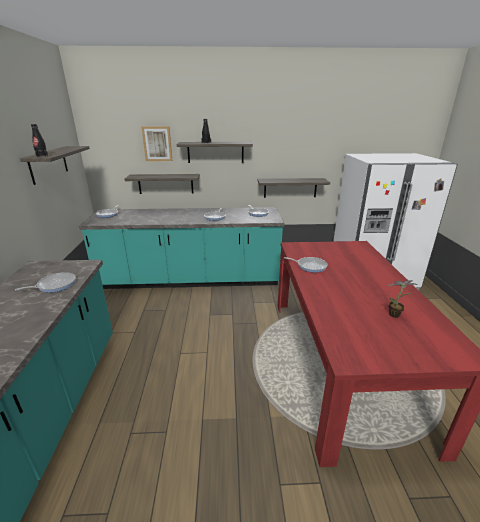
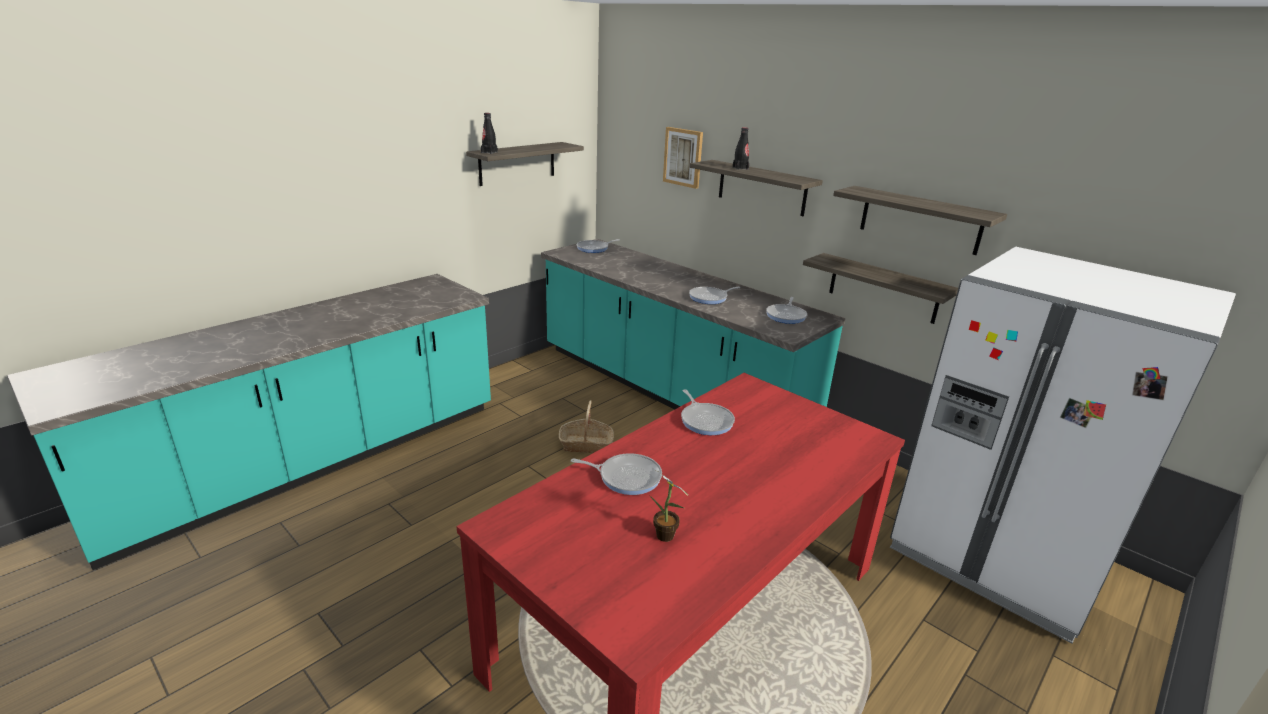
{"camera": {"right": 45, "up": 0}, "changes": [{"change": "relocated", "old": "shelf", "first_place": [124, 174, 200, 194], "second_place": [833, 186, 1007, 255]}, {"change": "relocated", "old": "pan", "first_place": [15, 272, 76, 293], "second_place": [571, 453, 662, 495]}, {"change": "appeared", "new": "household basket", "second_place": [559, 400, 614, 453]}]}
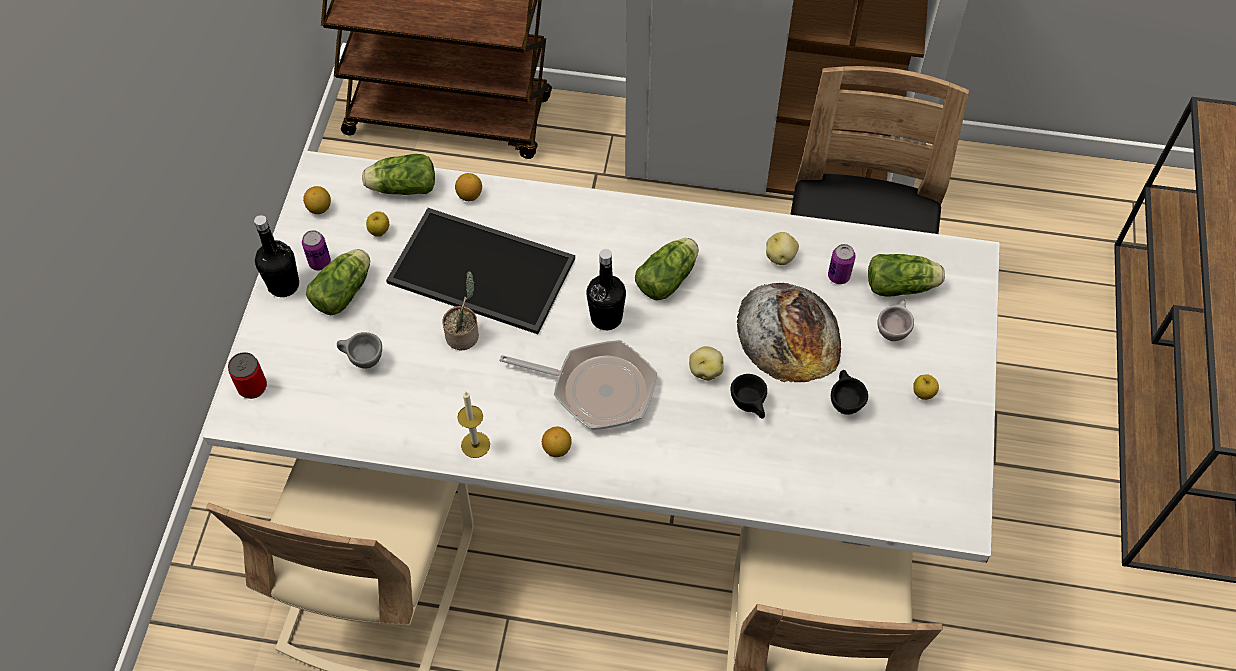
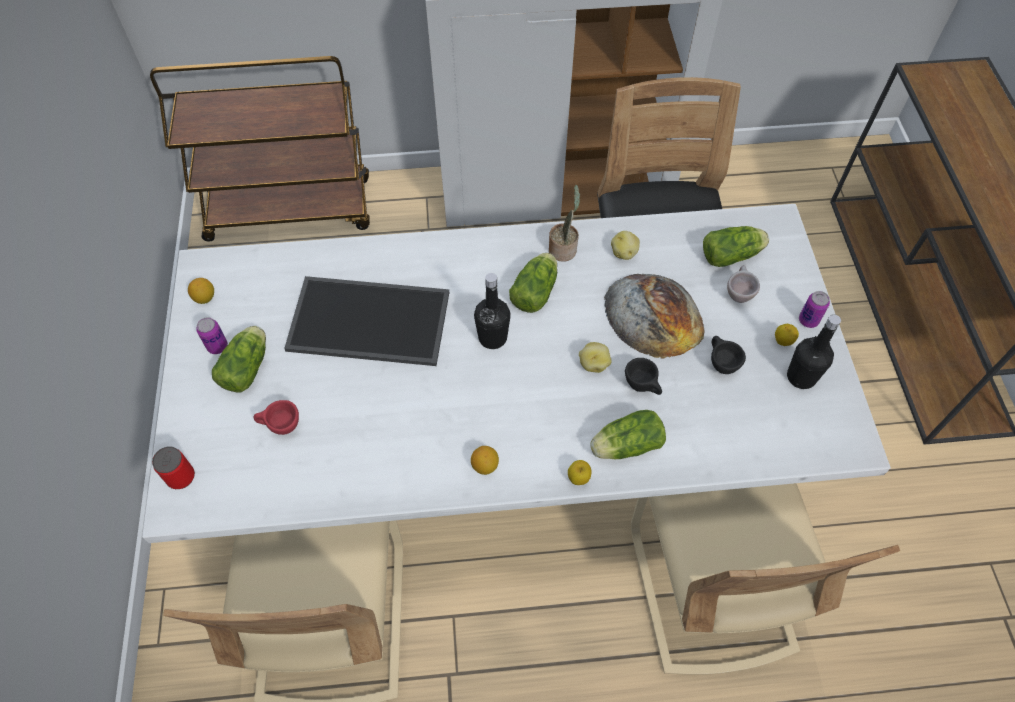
{"camera": {"right": -15, "up": 0}, "changes": [{"change": "relocated", "old": "lettuce", "first_place": [362, 154, 435, 195], "second_place": [590, 410, 666, 459]}, {"change": "missing", "old": "citrus fruit", "first_place": [455, 173, 482, 201]}, {"change": "relocated", "old": "whole apple", "first_place": [366, 211, 389, 237], "second_place": [568, 460, 592, 485]}, {"change": "relocated", "old": "black drink bottle", "first_place": [254, 215, 299, 297], "second_place": [787, 314, 841, 389]}, {"change": "relocated", "old": "metal can", "first_place": [828, 244, 856, 284], "second_place": [799, 291, 830, 328]}, {"change": "relocated", "old": "potted plant", "first_place": [442, 271, 479, 351], "second_place": [549, 185, 580, 261]}, {"change": "colour", "old": "grey small cup", "new": "red small cup", "first_place": [337, 332, 382, 369], "second_place": [254, 400, 299, 435]}, {"change": "missing", "old": "pan", "first_place": [499, 340, 657, 430]}, {"change": "missing", "old": "wax candle", "first_place": [457, 391, 490, 458]}]}
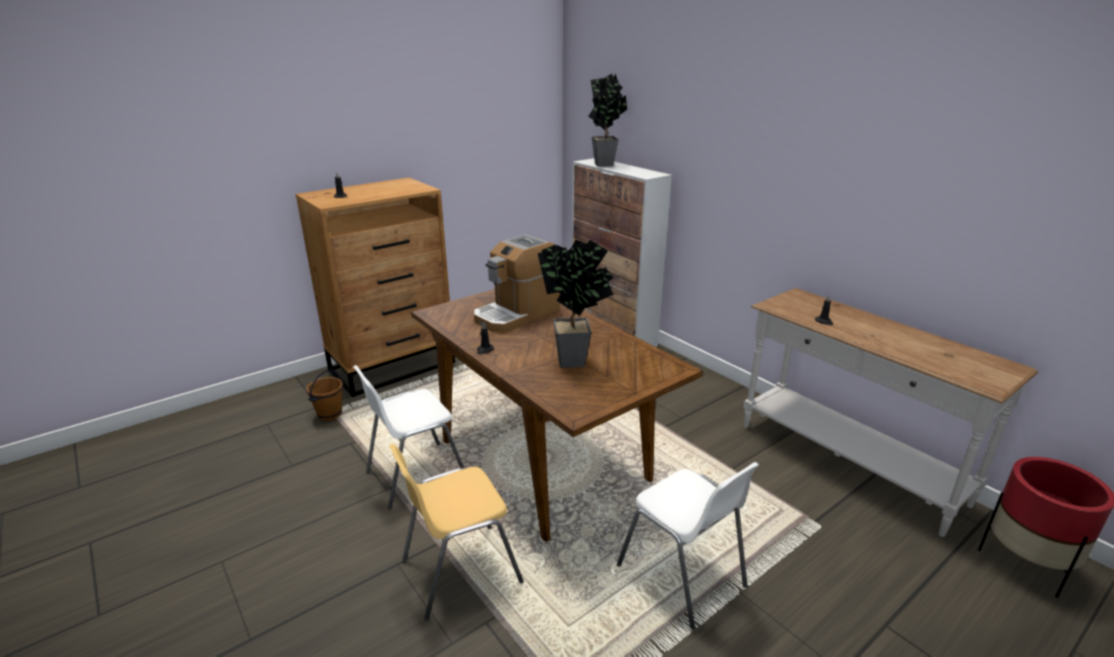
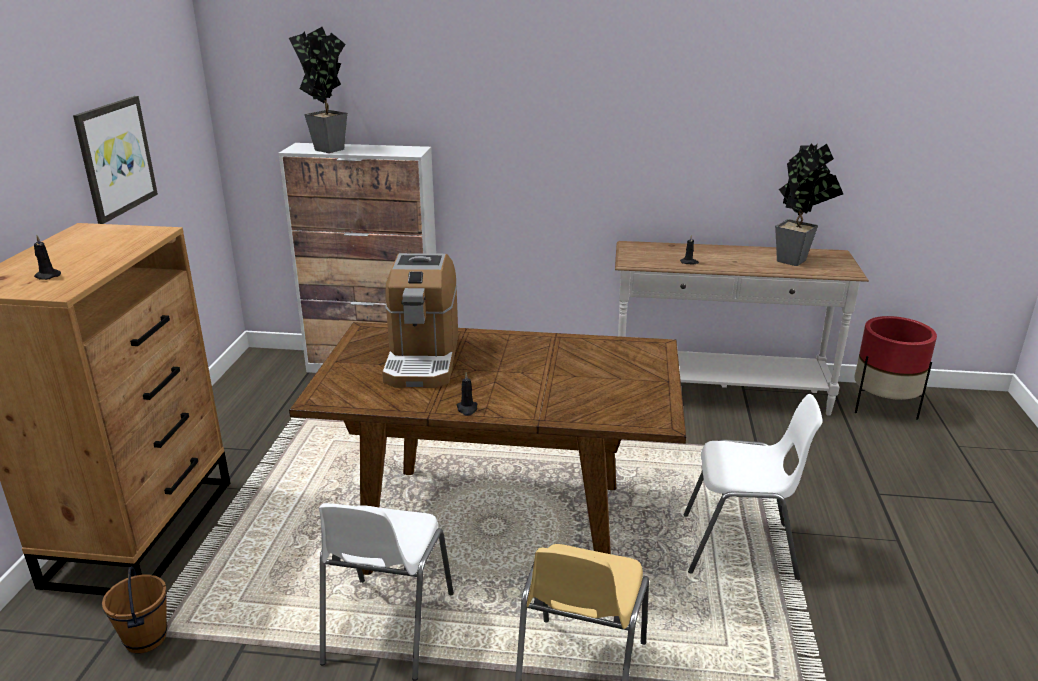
{"camera": {"right": -45, "up": 0}, "changes": [{"change": "relocated", "old": "potted plant", "first_place": [538, 240, 614, 368], "second_place": [775, 143, 843, 266]}, {"change": "appeared", "new": "wall picture", "second_place": [73, 96, 158, 224]}]}
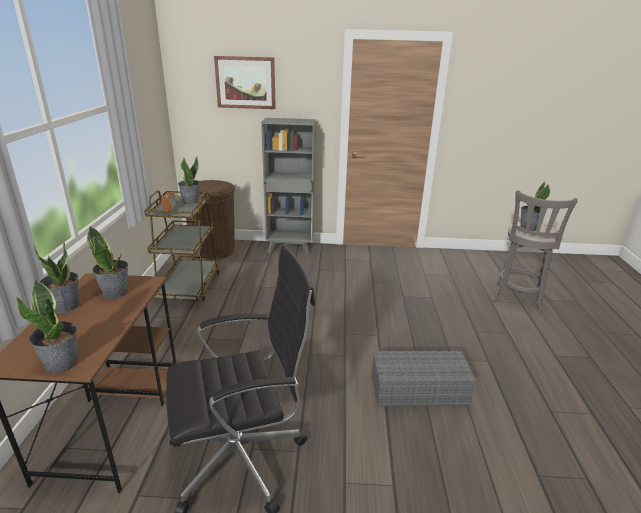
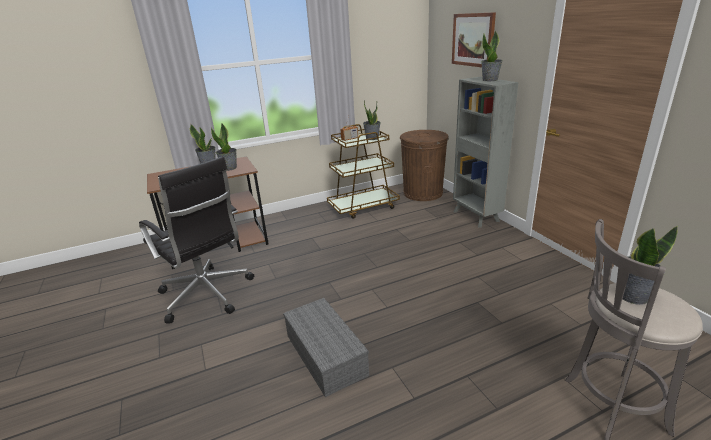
{"camera": {"right": 65, "up": 0}, "changes": [{"change": "relocated", "old": "potted plant", "first_place": [16, 278, 78, 374], "second_place": [481, 30, 503, 81]}]}
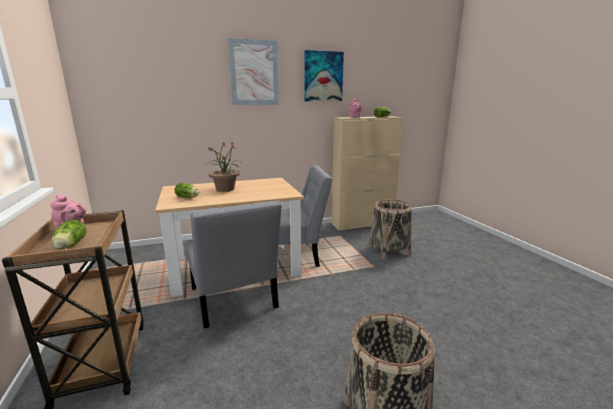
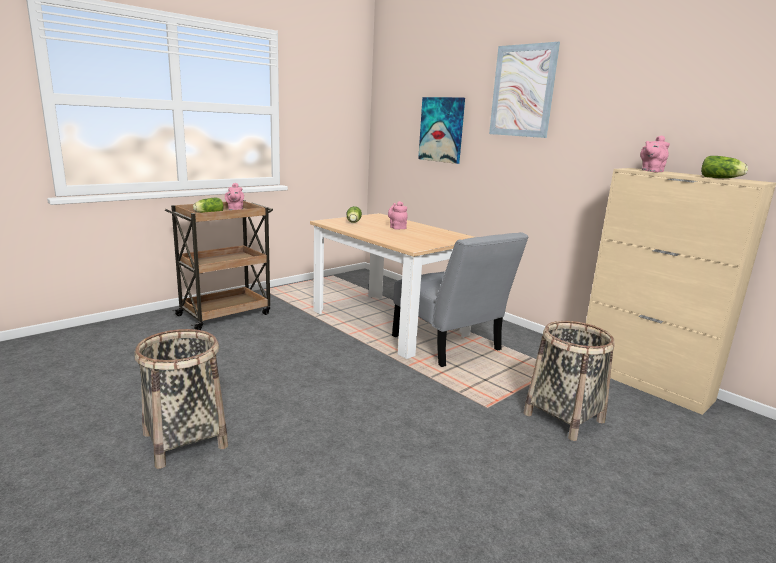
{"camera": {"right": 65, "up": 0}, "changes": [{"change": "relocated", "old": "wall picture", "first_place": [304, 50, 344, 102], "second_place": [418, 97, 465, 164]}, {"change": "exchanged", "old": "potted plant", "new": "pink-coloured teapot", "first_place": [206, 142, 241, 192], "second_place": [388, 201, 408, 230]}, {"change": "missing", "old": "grey chair", "first_place": [185, 200, 282, 329]}]}
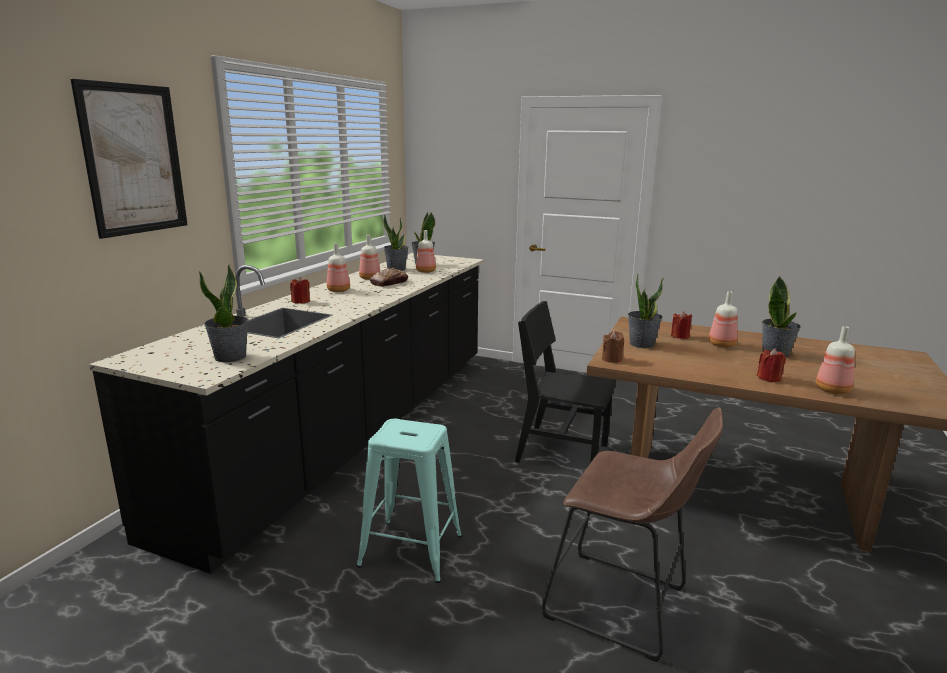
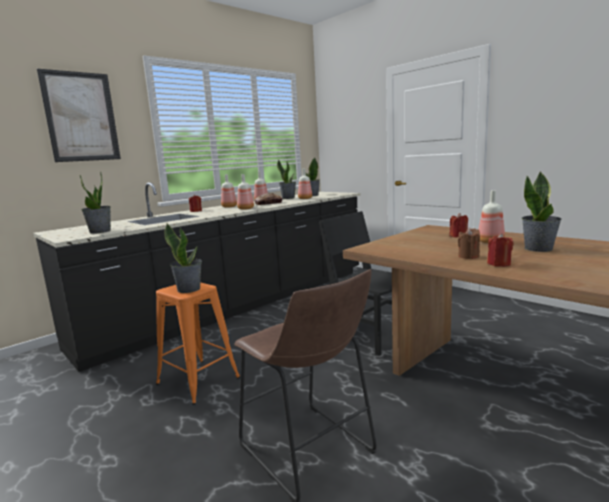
{"camera": {"right": 25, "up": -5}, "changes": [{"change": "relocated", "old": "potted plant", "first_place": [628, 274, 663, 348], "second_place": [164, 224, 202, 293]}, {"change": "relocated", "old": "drink bottle", "first_place": [816, 326, 855, 394], "second_place": [237, 174, 254, 210]}, {"change": "relocated", "old": "brownish wax candle", "first_place": [602, 331, 624, 363], "second_place": [458, 228, 480, 259]}, {"change": "colour", "old": "turquoise stool seat", "new": "orange-coloured stool seat", "first_place": [356, 419, 462, 583], "second_place": [156, 282, 240, 405]}]}
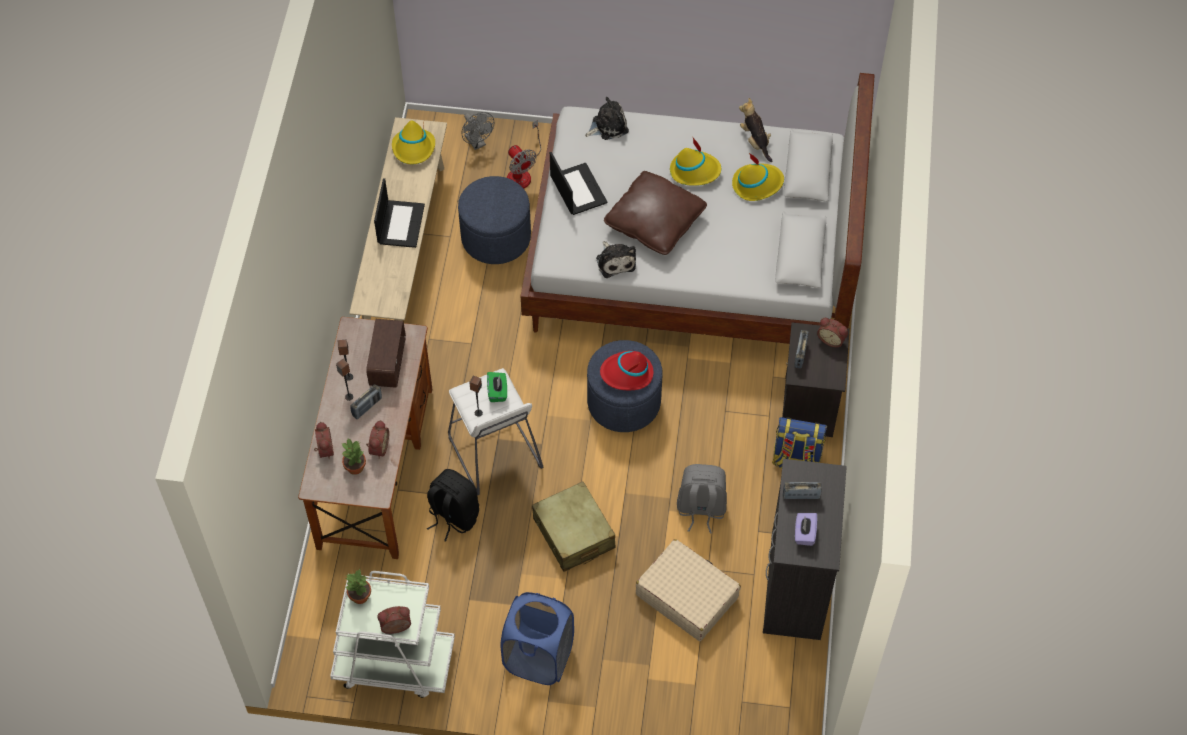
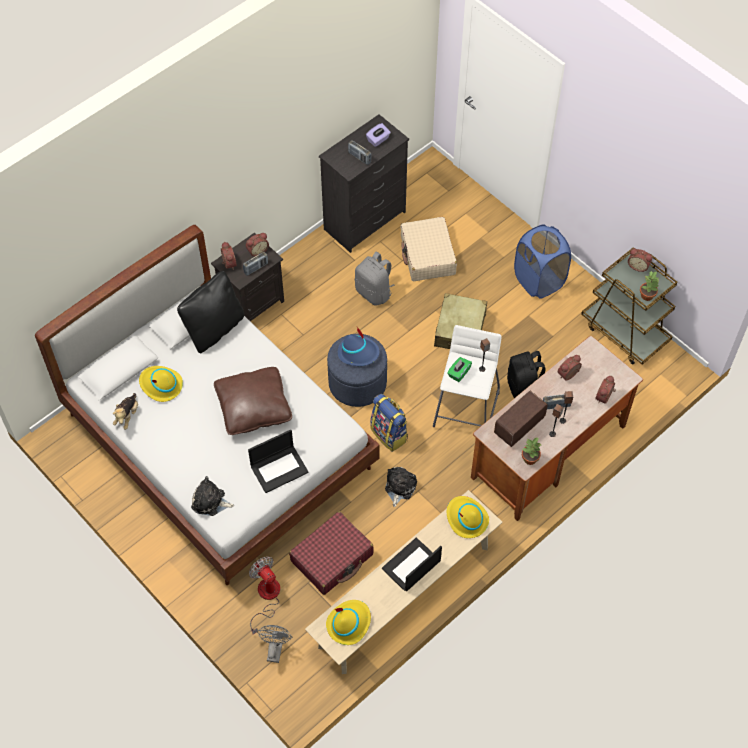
{"camera": {"right": -140, "up": 0}, "changes": [{"change": "spun", "old": "electric fan", "first_place": [507, 120, 541, 189], "second_place": [249, 557, 280, 635], "degrees": -45}, {"change": "relocated", "old": "yellowish wearable hat", "first_place": [670, 138, 721, 186], "second_place": [447, 496, 489, 538]}, {"change": "spun", "old": "portable computer", "first_place": [550, 152, 607, 215], "second_place": [248, 430, 309, 493], "degrees": -135}, {"change": "exchanged", "old": "bluish pouffe", "new": "red suitcase", "first_place": [458, 176, 531, 264], "second_place": [289, 511, 374, 595]}, {"change": "relocated", "old": "soft toy", "first_place": [596, 241, 636, 278], "second_place": [385, 467, 417, 507]}, {"change": "colour", "old": "red wearable hat", "new": "bluish wearable hat", "first_place": [600, 351, 653, 390], "second_place": [338, 327, 380, 366]}, {"change": "relocated", "old": "rucksack", "first_place": [772, 417, 827, 469], "second_place": [370, 394, 408, 452]}, {"change": "relocated", "old": "potted plant", "first_place": [341, 439, 366, 475], "second_place": [522, 438, 541, 465]}, {"change": "colour", "old": "white trolley", "new": "brownish trolley", "first_place": [330, 571, 455, 698], "second_place": [581, 247, 677, 365]}, {"change": "appeared", "new": "alarm clock", "second_place": [246, 233, 269, 256]}, {"change": "appeared", "new": "black pillow", "second_place": [177, 271, 244, 353]}]}
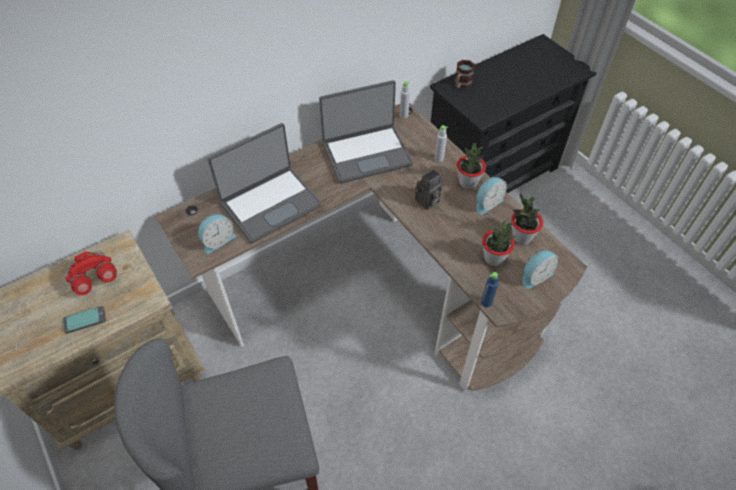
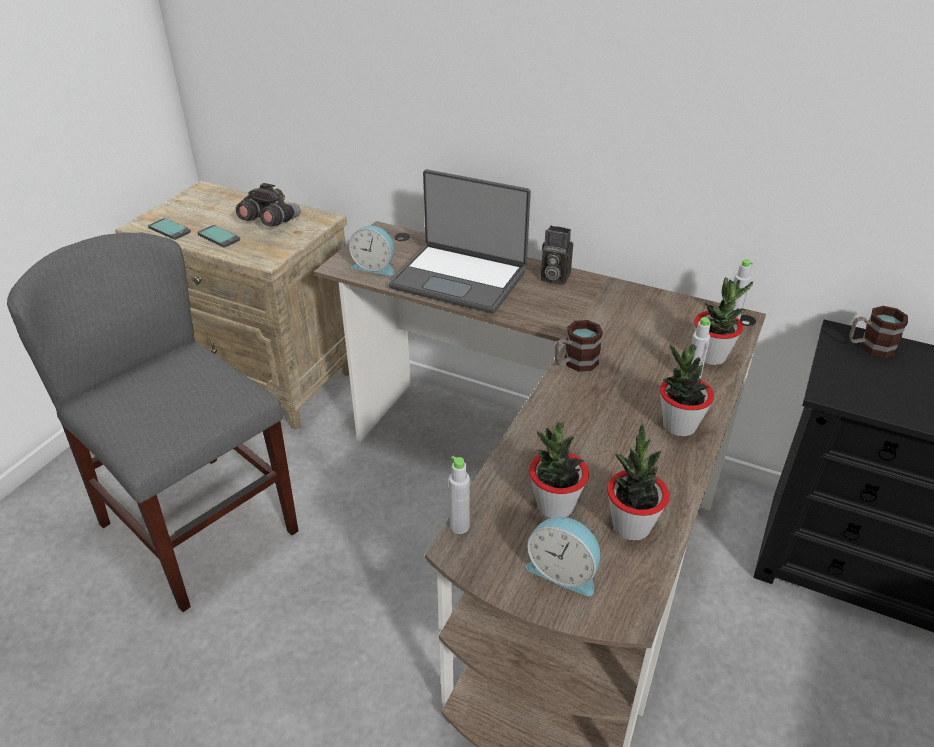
{"camera": {"right": 60, "up": -15}, "changes": [{"change": "missing", "old": "portable computer", "first_place": [319, 80, 413, 183]}, {"change": "relocated", "old": "still camera", "first_place": [415, 169, 442, 210], "second_place": [541, 226, 573, 285]}, {"change": "missing", "old": "alarm clock", "first_place": [476, 177, 507, 215]}, {"change": "colour", "old": "red binoculars", "new": "grey binoculars", "first_place": [66, 251, 117, 295], "second_place": [236, 183, 301, 227]}, {"change": "colour", "old": "bluish drink bottle", "new": "grey drink bottle", "first_place": [481, 272, 499, 308], "second_place": [449, 456, 470, 534]}, {"change": "appeared", "new": "telephone", "second_place": [148, 218, 191, 240]}, {"change": "appeared", "new": "potted plant", "second_place": [694, 277, 753, 365]}, {"change": "appeared", "new": "tea mug", "second_place": [555, 320, 603, 372]}]}
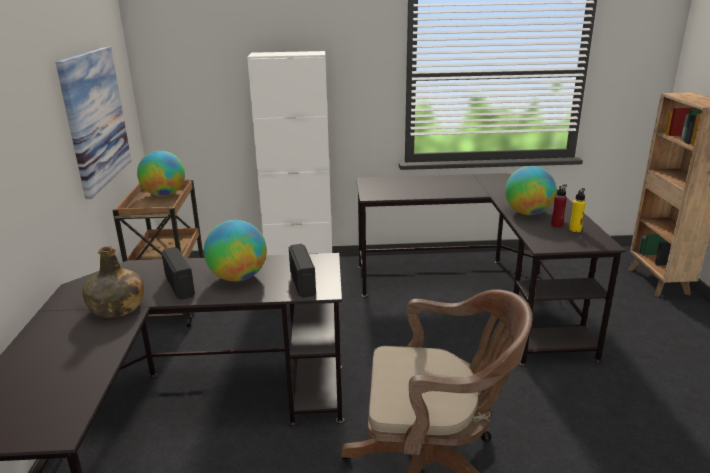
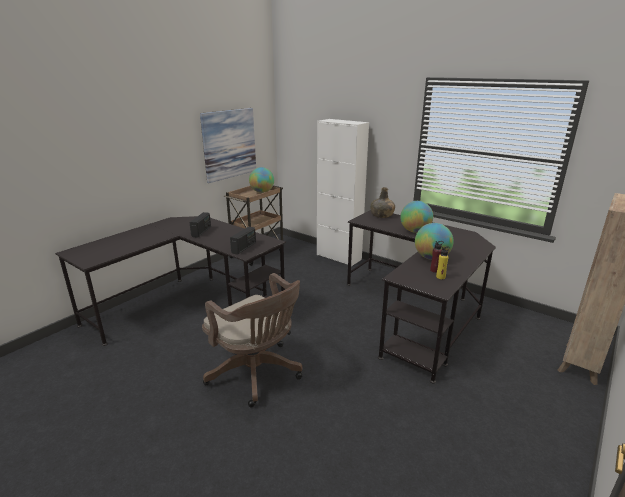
{"camera": {"right": 40, "up": 0}, "changes": [{"change": "relocated", "old": "globe", "first_place": [204, 220, 267, 282], "second_place": [400, 201, 433, 233]}, {"change": "relocated", "old": "greenish drink bottle", "first_place": [82, 246, 144, 318], "second_place": [371, 187, 395, 218]}]}
